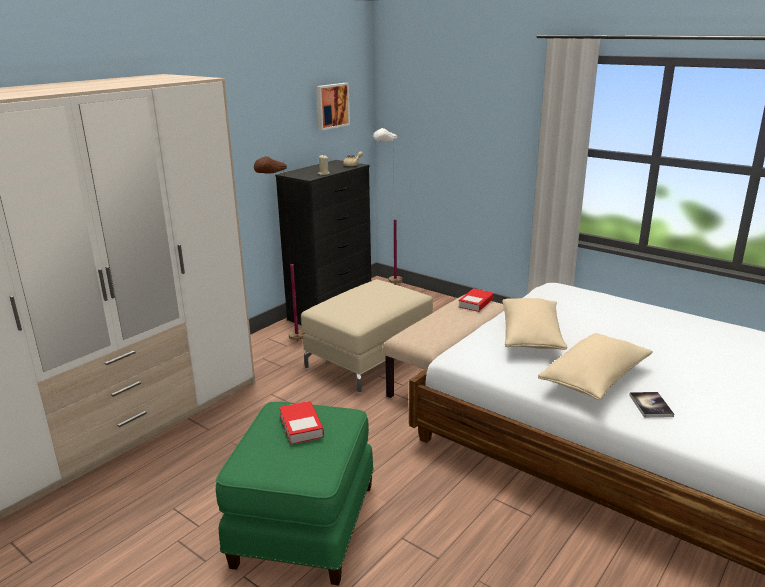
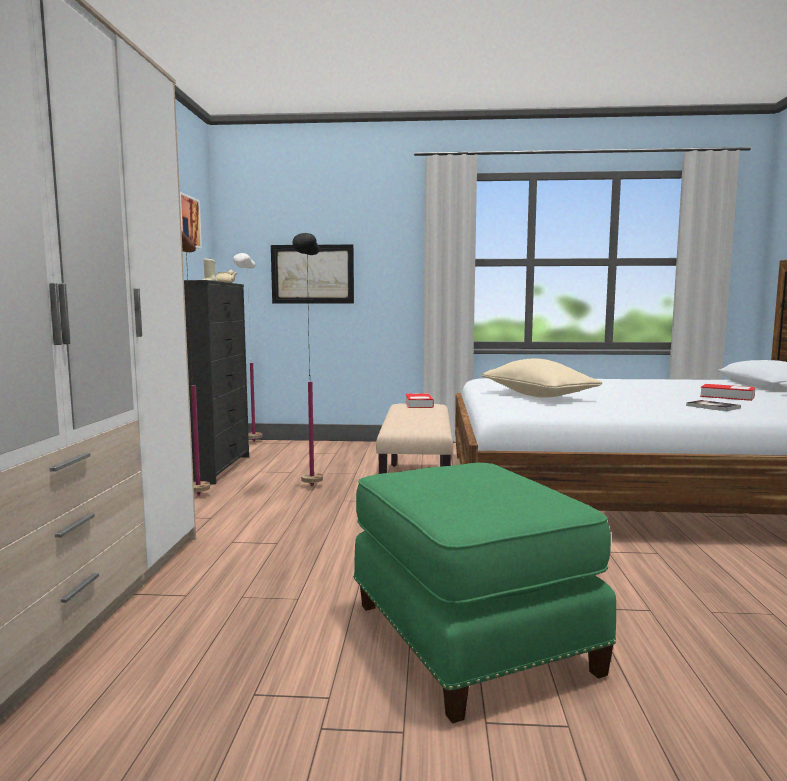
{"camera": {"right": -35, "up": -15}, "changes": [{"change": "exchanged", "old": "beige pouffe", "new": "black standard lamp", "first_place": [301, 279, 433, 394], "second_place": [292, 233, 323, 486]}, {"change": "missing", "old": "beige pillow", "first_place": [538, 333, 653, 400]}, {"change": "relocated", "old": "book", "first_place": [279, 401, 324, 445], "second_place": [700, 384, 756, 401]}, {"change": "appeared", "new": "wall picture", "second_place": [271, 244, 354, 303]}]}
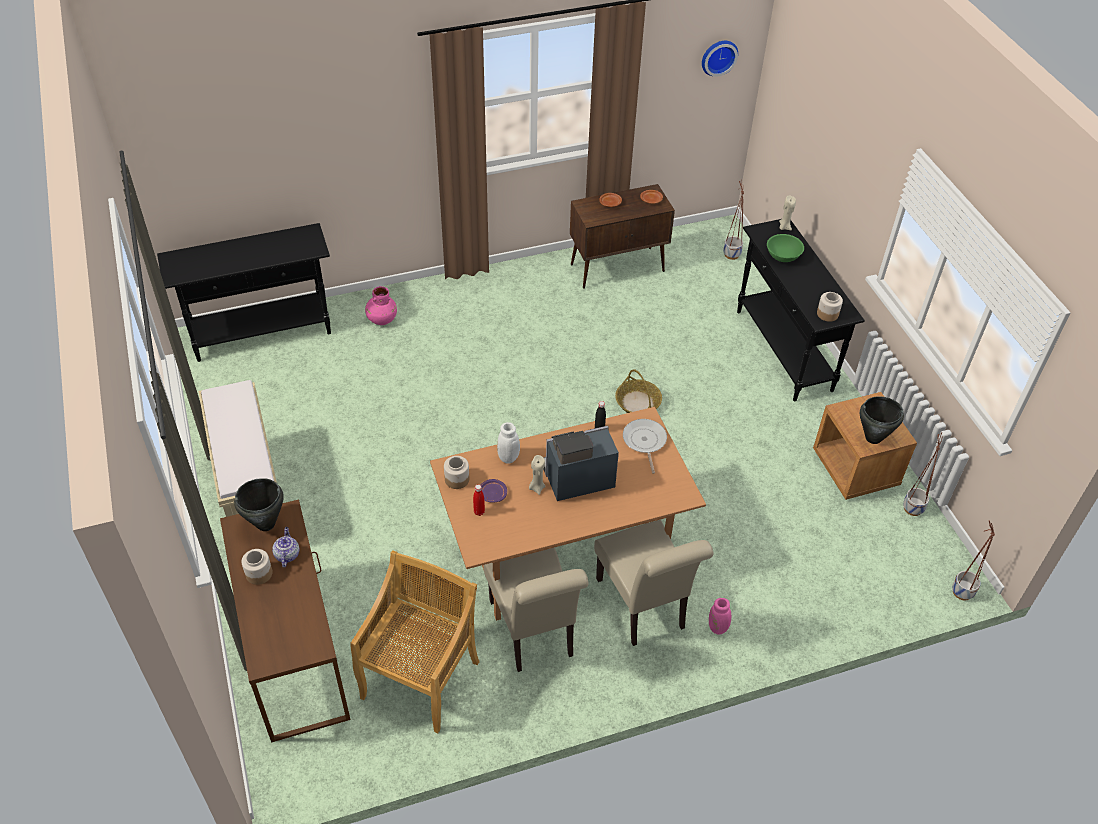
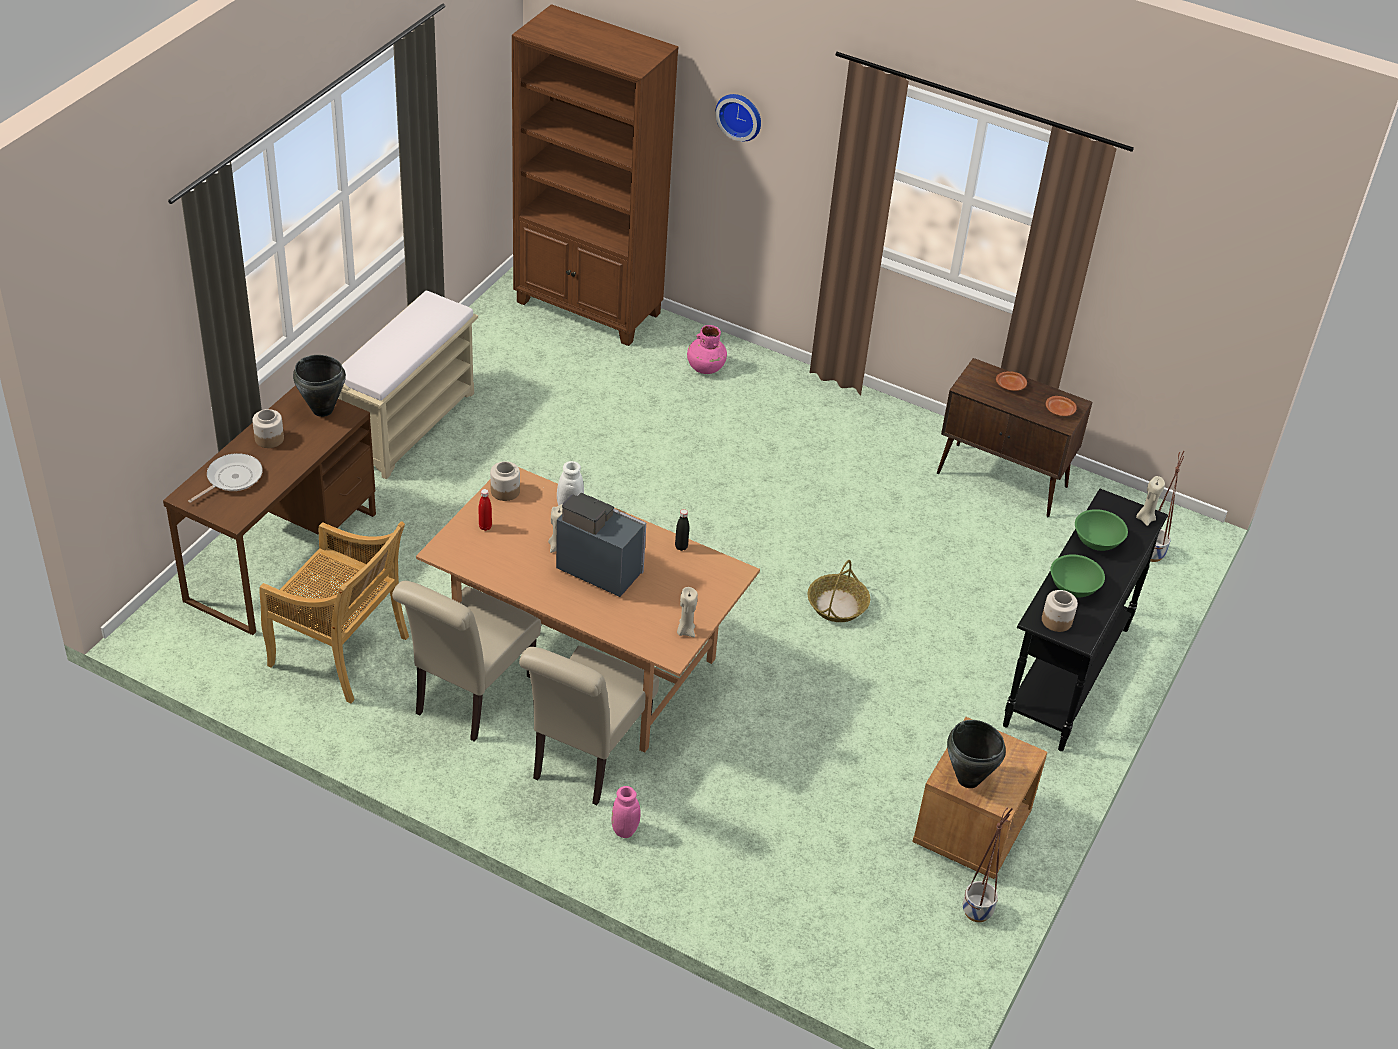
{"camera": {"right": 45, "up": -5}, "changes": [{"change": "relocated", "old": "hanging clock", "first_place": [702, 41, 738, 77], "second_place": [716, 94, 761, 141]}, {"change": "exchanged", "old": "black narrow table", "new": "brownish bookcase", "first_place": [157, 223, 331, 362], "second_place": [512, 4, 679, 346]}, {"change": "relocated", "old": "pan", "first_place": [623, 419, 667, 474], "second_place": [188, 453, 263, 503]}, {"change": "missing", "old": "purple dinner plate", "first_place": [481, 479, 507, 503]}, {"change": "missing", "old": "planter", "first_place": [952, 521, 995, 600]}, {"change": "missing", "old": "teapot", "first_place": [272, 527, 299, 567]}, {"change": "spun", "old": "beige chair", "first_place": [350, 550, 480, 733], "second_place": [259, 521, 409, 703], "degrees": 45}, {"change": "appeared", "new": "greenish bowl", "second_place": [1050, 554, 1105, 597]}, {"change": "appeared", "new": "beige wax candle", "second_place": [677, 587, 698, 637]}]}
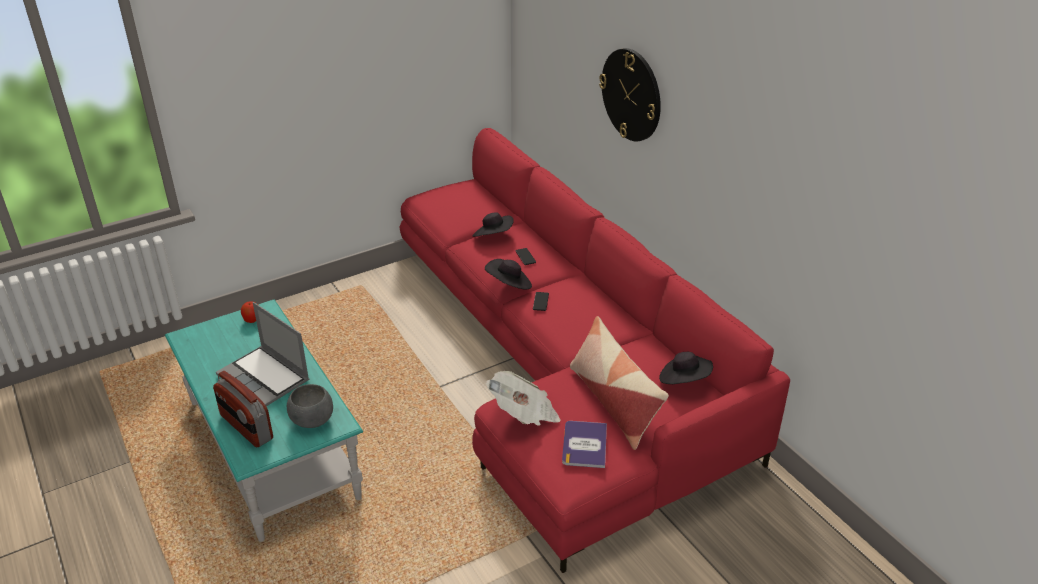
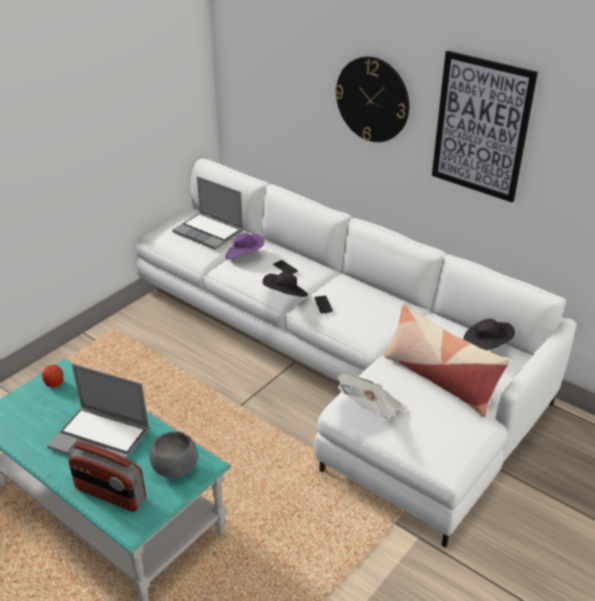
{"camera": {"right": -20, "up": 0}, "changes": [{"change": "colour", "old": "red sofa", "new": "white sofa", "first_place": [400, 128, 790, 573], "second_place": [136, 159, 577, 548]}, {"change": "colour", "old": "black wearable hat", "new": "purple wearable hat", "first_place": [472, 212, 514, 237], "second_place": [226, 233, 264, 259]}, {"change": "missing", "old": "book", "first_place": [562, 421, 607, 468]}, {"change": "appeared", "new": "wall picture", "second_place": [432, 51, 538, 202]}, {"change": "appeared", "new": "portable computer", "second_place": [172, 176, 243, 249]}]}
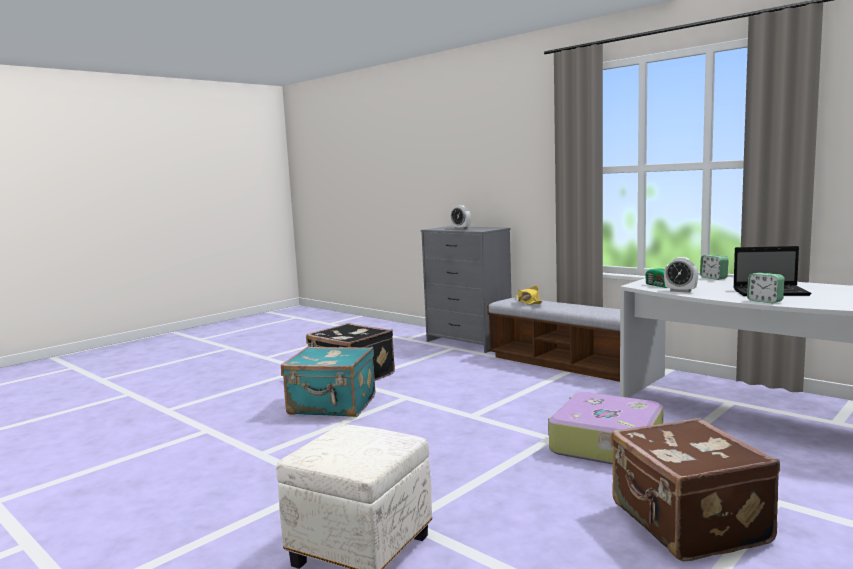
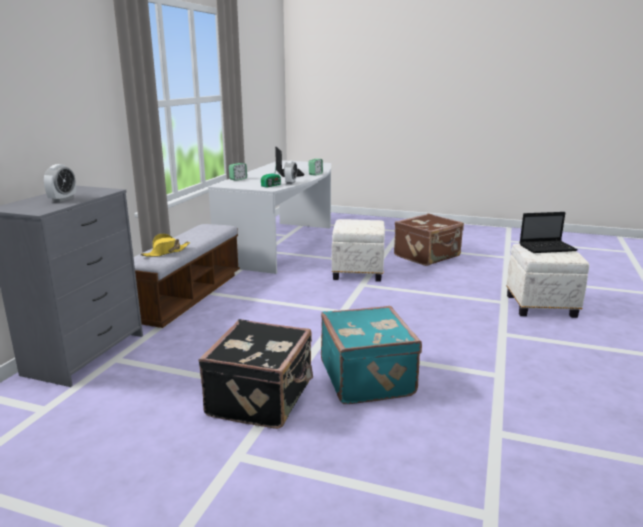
{"camera": {"right": -115, "up": 10}, "changes": [{"change": "exchanged", "old": "suitcase", "new": "white pouffe", "first_place": [548, 392, 663, 465], "second_place": [332, 219, 385, 282]}, {"change": "appeared", "new": "portable computer", "second_place": [519, 212, 578, 253]}]}
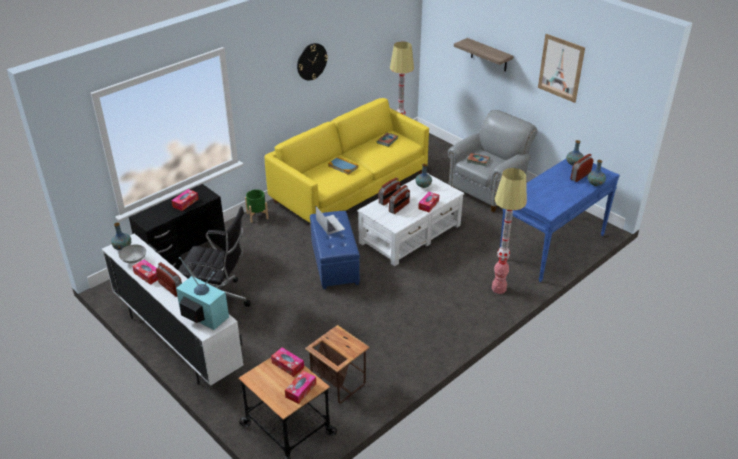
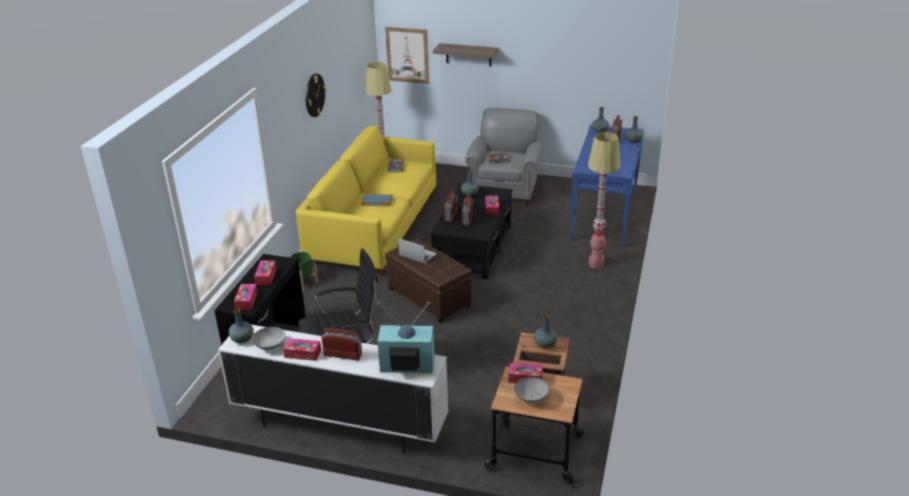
{"camera": {"right": -30, "up": -5}, "changes": [{"change": "relocated", "old": "wall picture", "first_place": [538, 34, 585, 103], "second_place": [385, 27, 429, 84]}, {"change": "colour", "old": "white coffee table", "new": "black coffee table", "first_place": [357, 173, 464, 266], "second_place": [430, 183, 513, 279]}, {"change": "colour", "old": "bluish pouffe", "new": "brownish pouffe", "first_place": [310, 211, 360, 289], "second_place": [386, 239, 472, 323]}, {"change": "relocated", "old": "box of tissues", "first_place": [285, 371, 316, 404], "second_place": [234, 284, 258, 310]}, {"change": "appeared", "new": "vase", "second_place": [534, 315, 557, 348]}, {"change": "appeared", "new": "grey bowl", "second_place": [514, 377, 549, 403]}]}
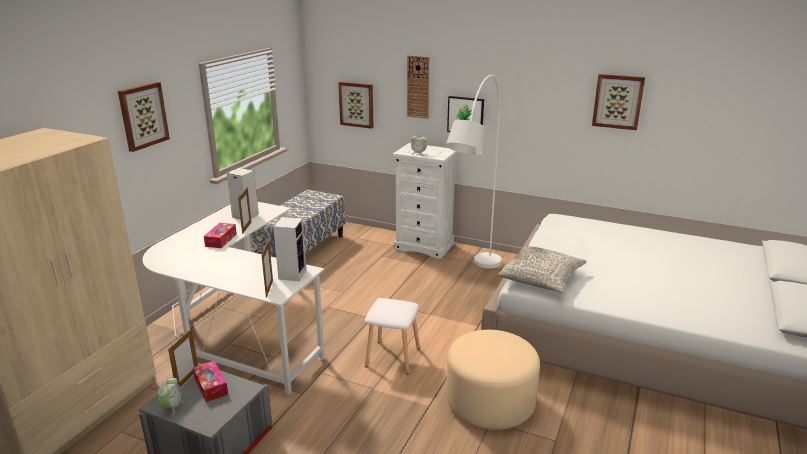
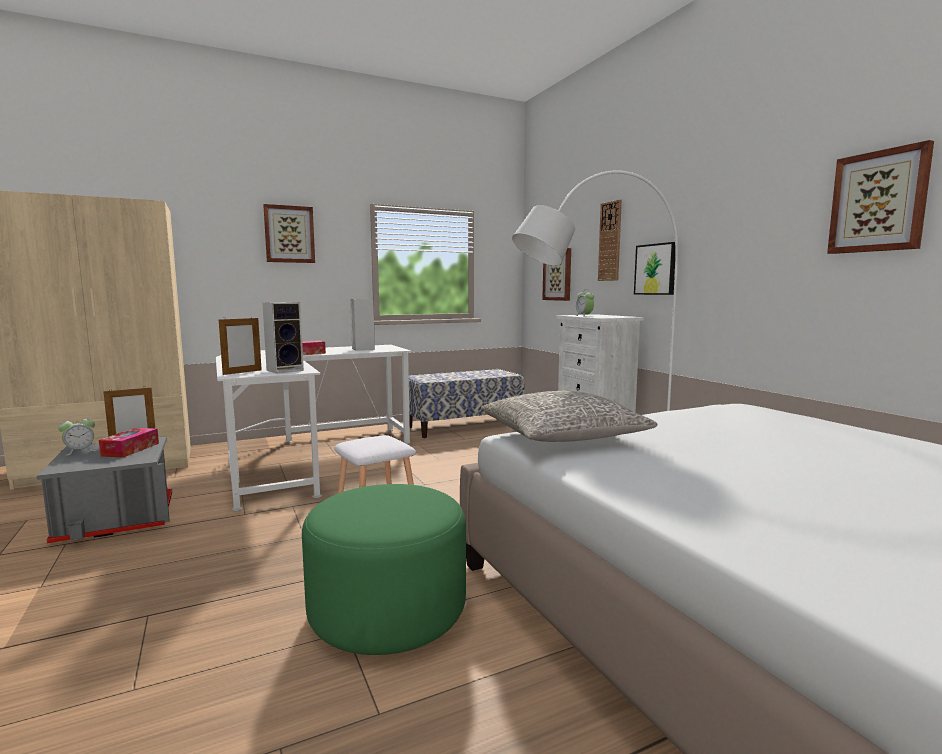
{"camera": {"right": 40, "up": -15}, "changes": [{"change": "missing", "old": "standing frame", "first_place": [238, 188, 251, 234]}, {"change": "colour", "old": "beige pouffe", "new": "greenish pouffe", "first_place": [446, 330, 540, 430], "second_place": [302, 484, 466, 655]}]}
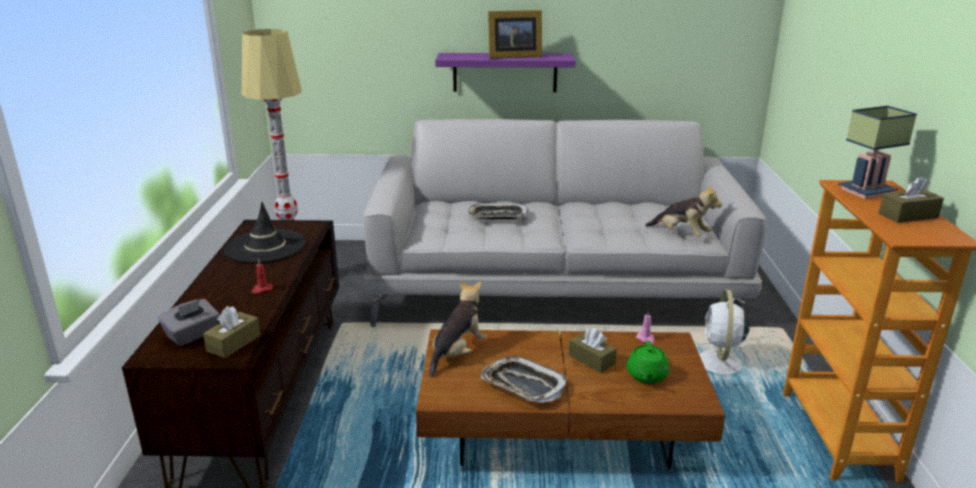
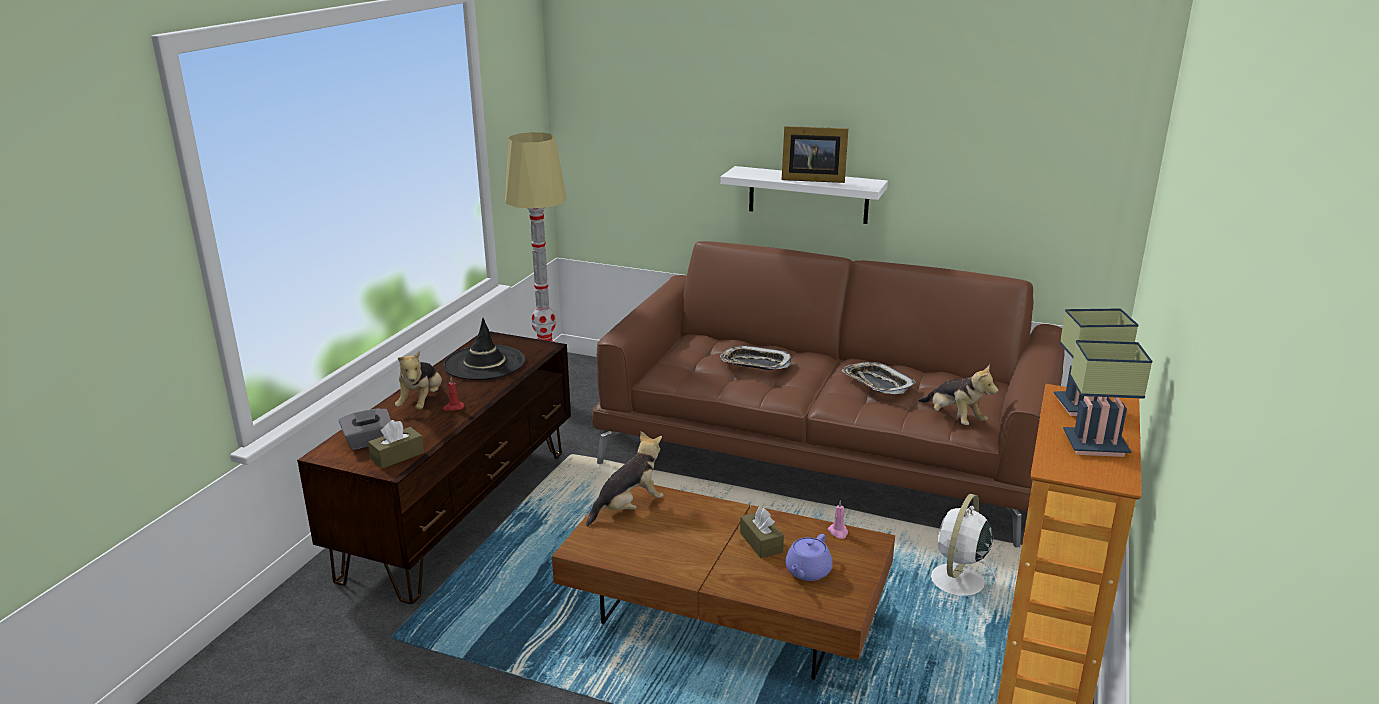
{"camera": {"right": 20, "up": 0}, "changes": [{"change": "colour", "old": "purple shelf", "new": "white shelf", "first_place": [435, 53, 576, 92], "second_place": [720, 166, 888, 224]}, {"change": "colour", "old": "grey sofa", "new": "brownish sofa", "first_place": [363, 119, 766, 327], "second_place": [592, 241, 1065, 547]}, {"change": "exchanged", "old": "brownish box of tissues", "new": "table lamp", "first_place": [879, 176, 944, 223], "second_place": [1063, 340, 1152, 457]}, {"change": "colour", "old": "greenish teapot", "new": "purple teapot", "first_place": [626, 341, 669, 383], "second_place": [785, 534, 833, 581]}, {"change": "relocated", "old": "tray", "first_place": [481, 356, 568, 403], "second_place": [841, 362, 916, 394]}, {"change": "appeared", "new": "soft toy", "second_place": [395, 351, 442, 410]}]}
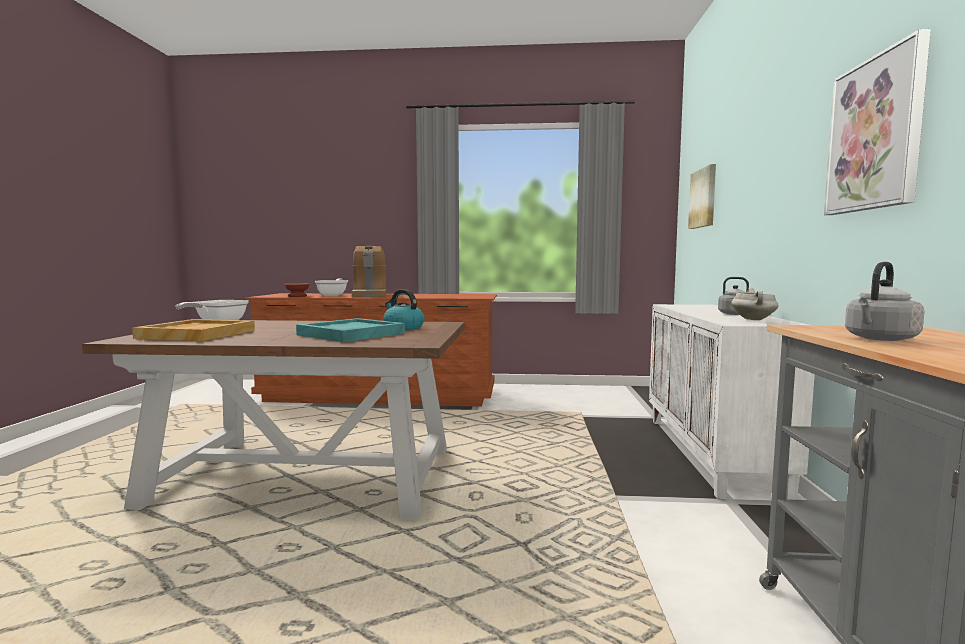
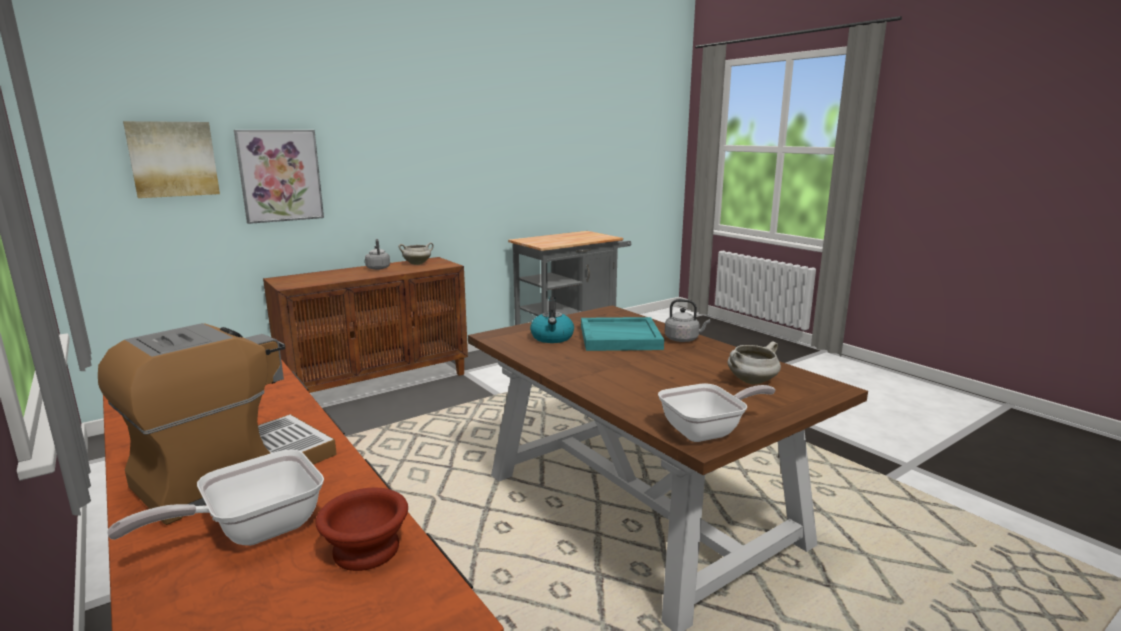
{"camera": {"right": -130, "up": 10}, "changes": [{"change": "relocated", "old": "wall picture", "first_place": [824, 29, 931, 215], "second_place": [234, 130, 324, 224]}, {"change": "relocated", "old": "grey water kettle", "first_place": [845, 262, 924, 341], "second_place": [665, 299, 710, 342]}, {"change": "colour", "old": "white storage cabinet", "new": "brownish storage cabinet", "first_place": [649, 304, 815, 500], "second_place": [263, 257, 468, 393]}, {"change": "exchanged", "old": "beige tray", "new": "white stockpot", "first_place": [132, 319, 255, 341], "second_place": [728, 341, 781, 384]}]}
